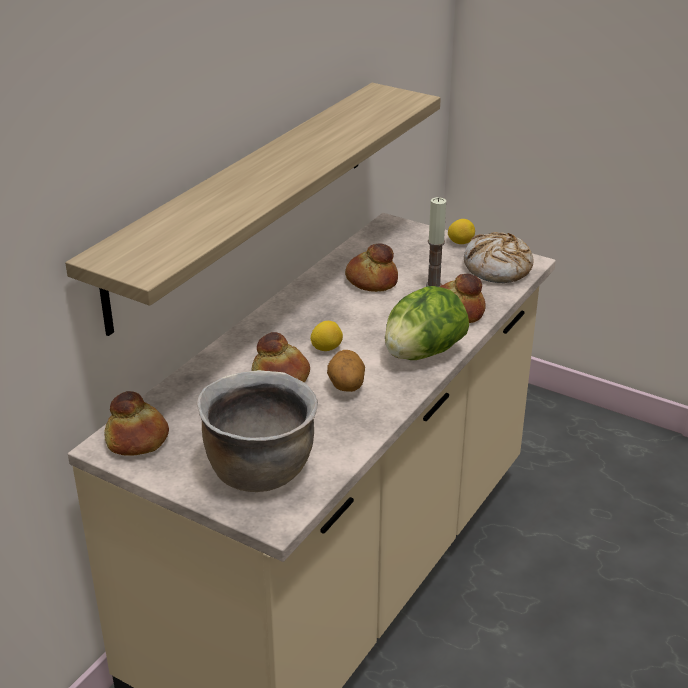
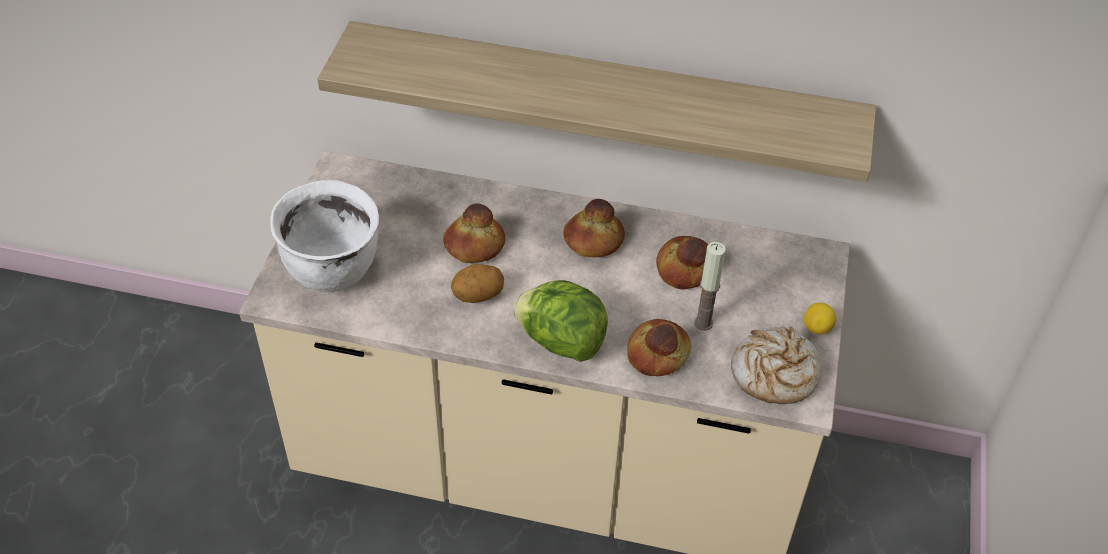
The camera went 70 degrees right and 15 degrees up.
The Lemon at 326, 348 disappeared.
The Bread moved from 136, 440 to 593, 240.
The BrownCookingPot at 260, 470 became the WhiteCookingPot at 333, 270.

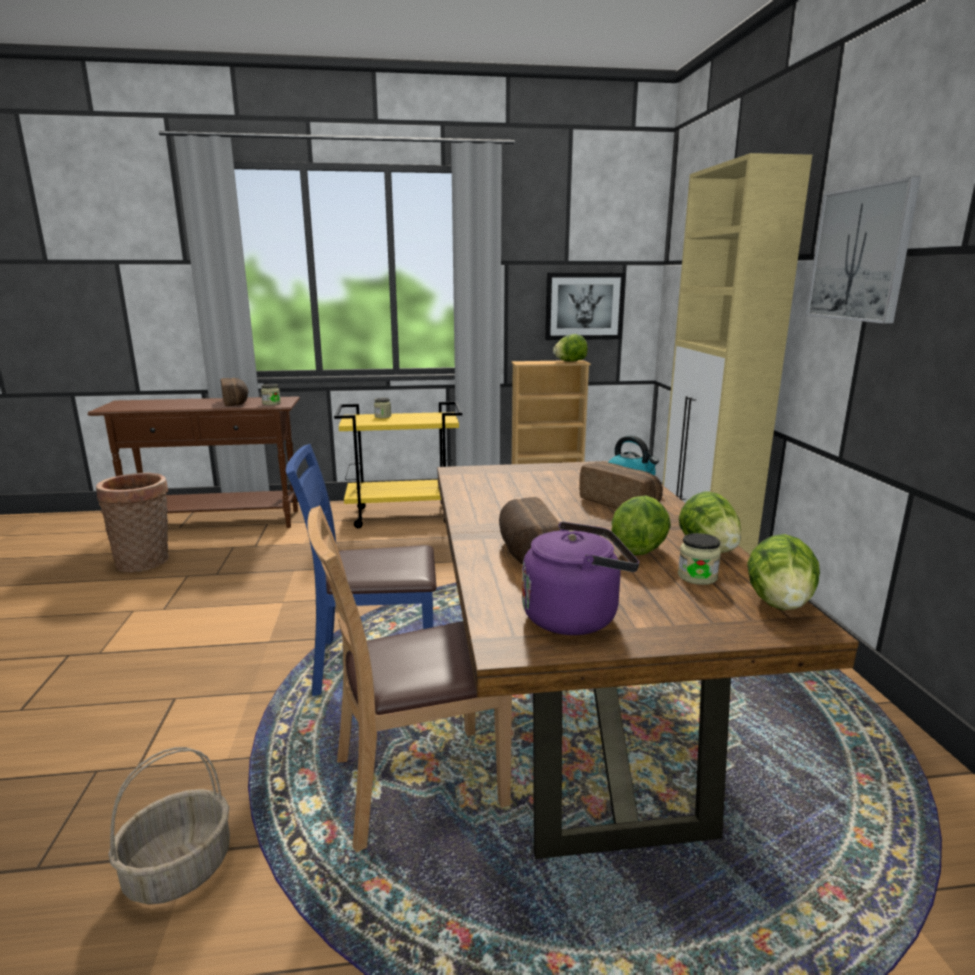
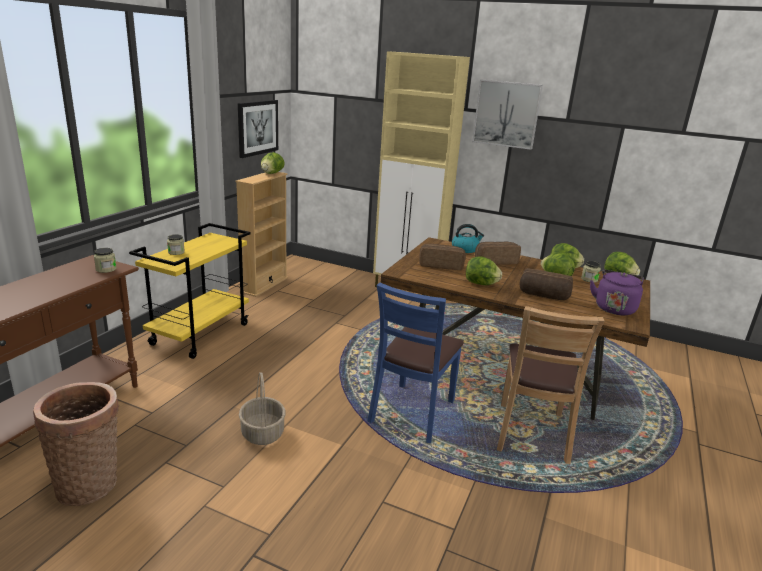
The camera went 60 degrees left and 5 degrees up.
The Lettuce at 481, 284 appeared.
The Basket moved from 179, 868 to 262, 433.
The Bread moved from 236, 402 to 441, 265.

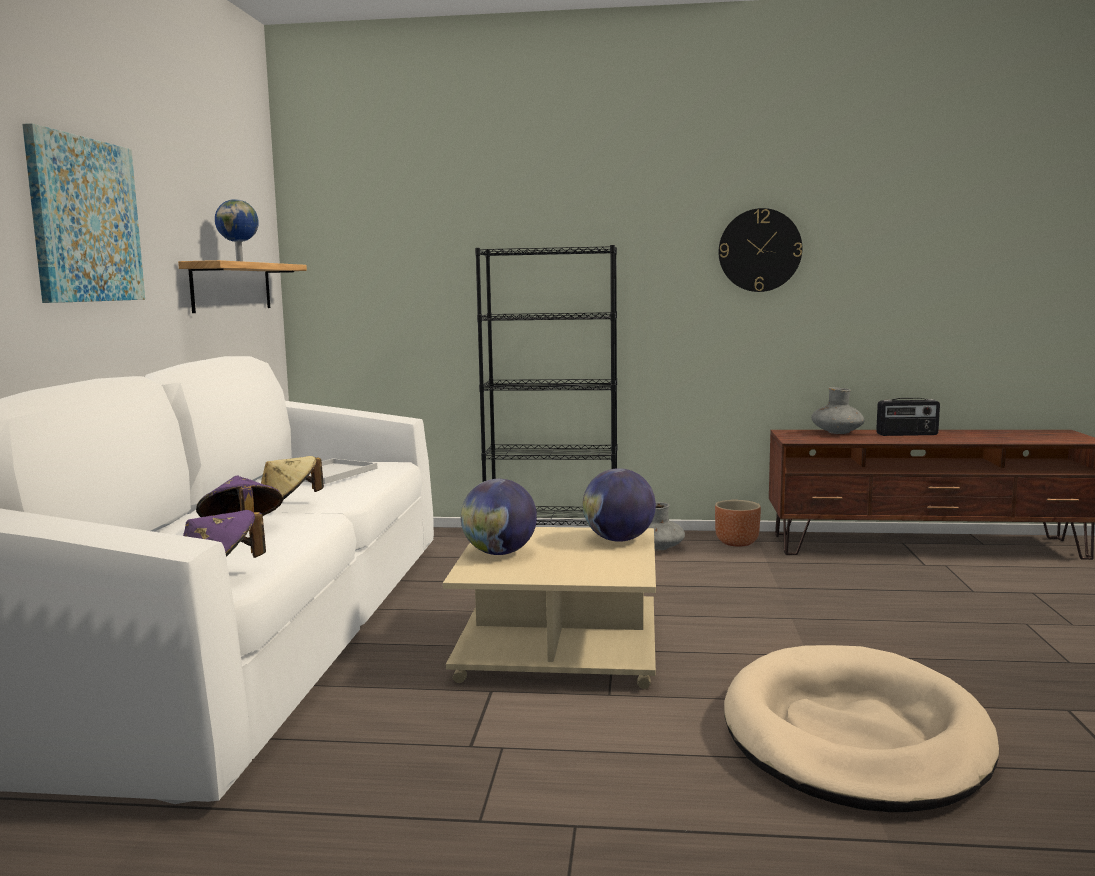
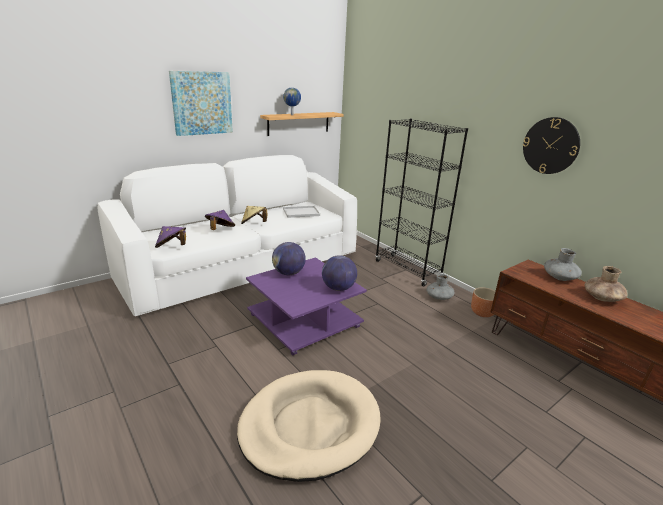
The camera went 45 degrees right and 15 degrees up.
The Radio at 907, 434 was replaced by the BrownVase at 602, 298.
The BeigeCoffeeTable at 557, 646 became the PurpleCoffeeTable at 304, 320.

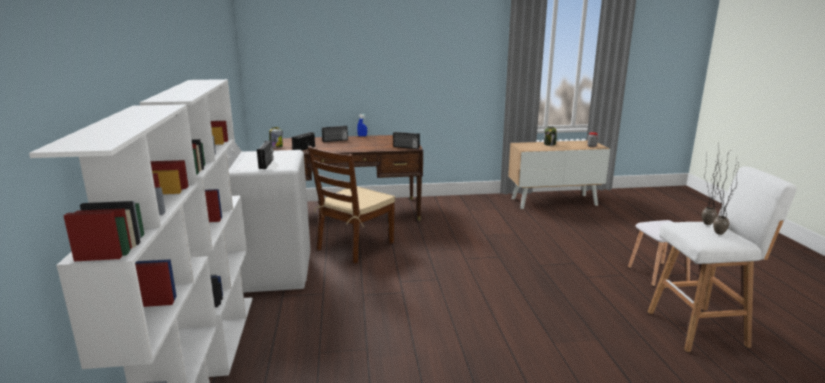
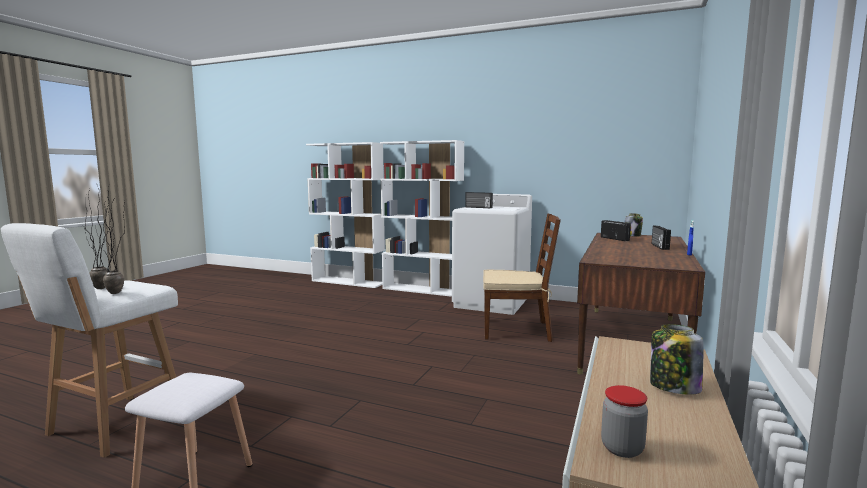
The camera went 120 degrees right and 10 degrees down.
The Radio at 406, 147 disappeared.
The BrownChair at 355, 246 turned 120 degrees clockwise.

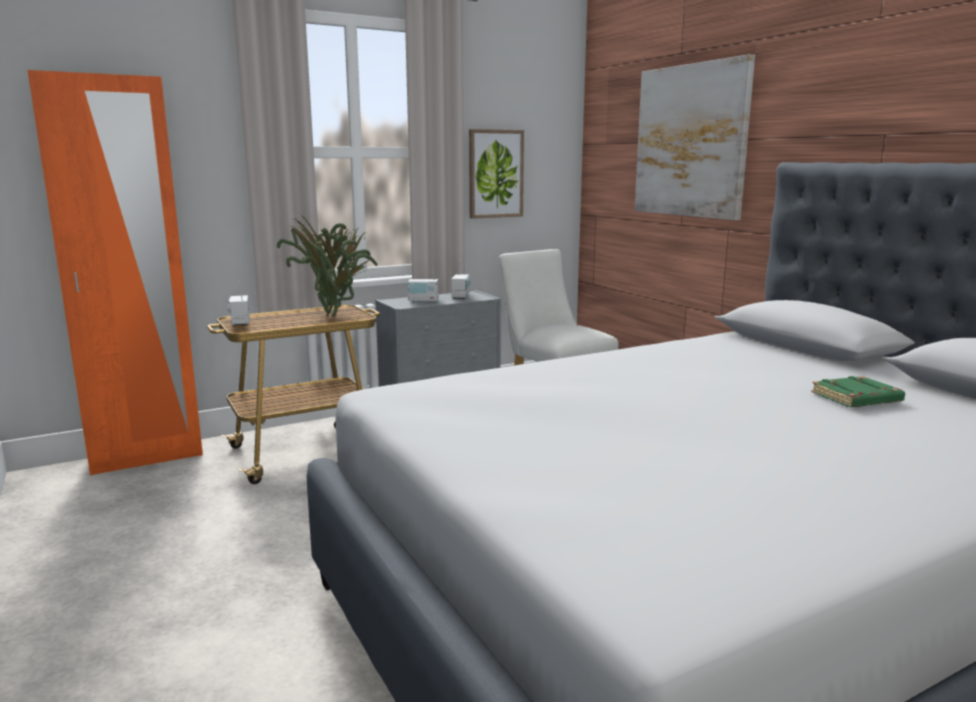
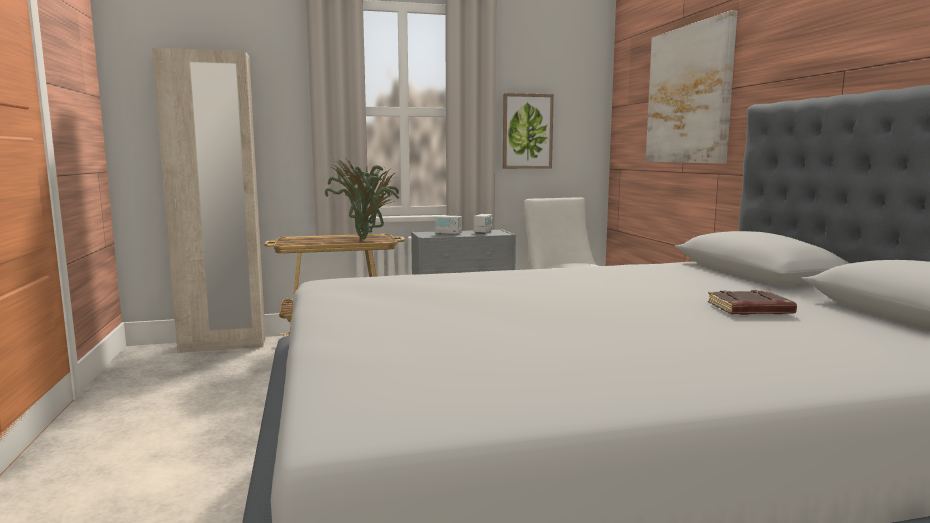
The camera went 15 degrees right and 5 degrees down.
The Radio at 240, 322 disappeared.
The OrangeWardrobe at 147, 458 became the BeigeWardrobe at 223, 345.
The GreenBook at 856, 399 became the BrownBook at 749, 310.

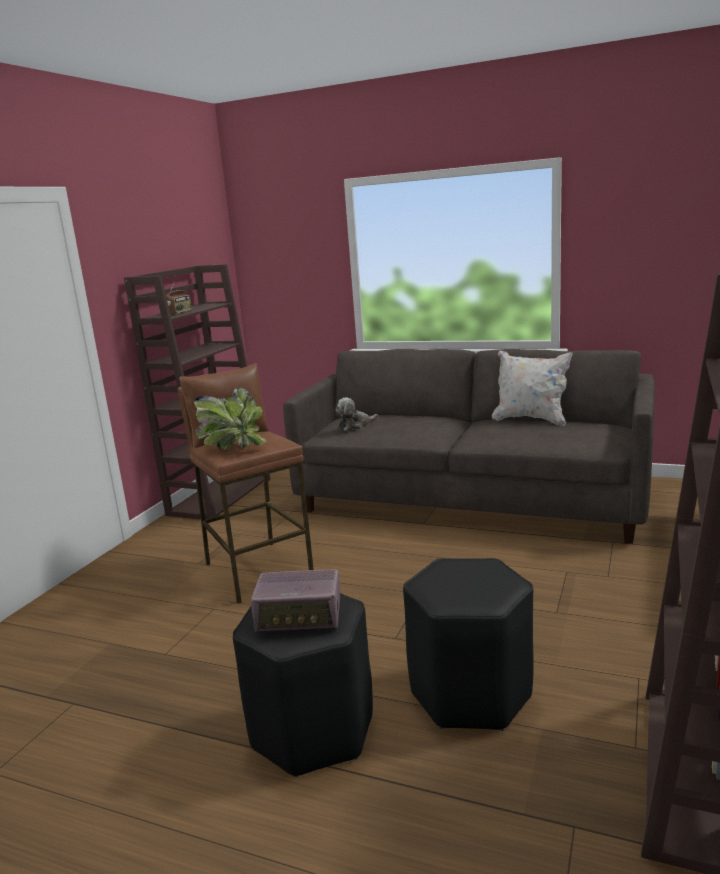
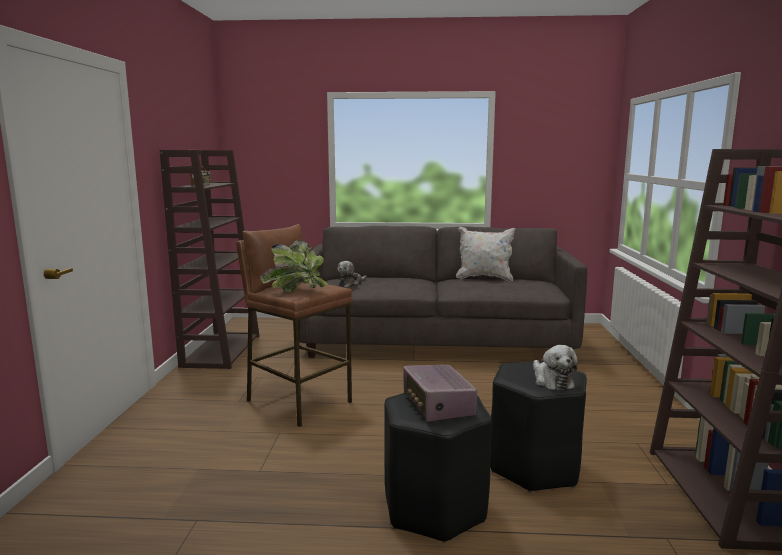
The camera went 20 degrees left and 5 degrees down.
The PlushToy at 551, 381 appeared.
The Radio at 300, 616 turned 90 degrees clockwise.

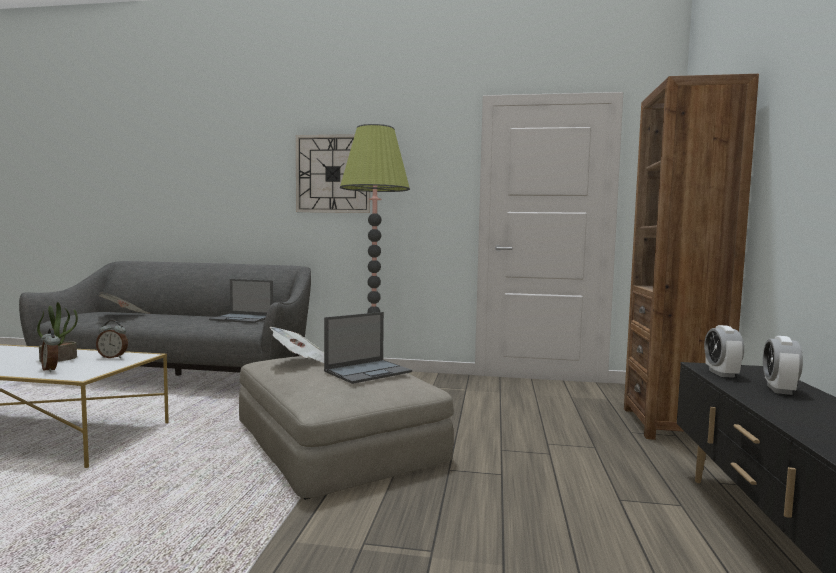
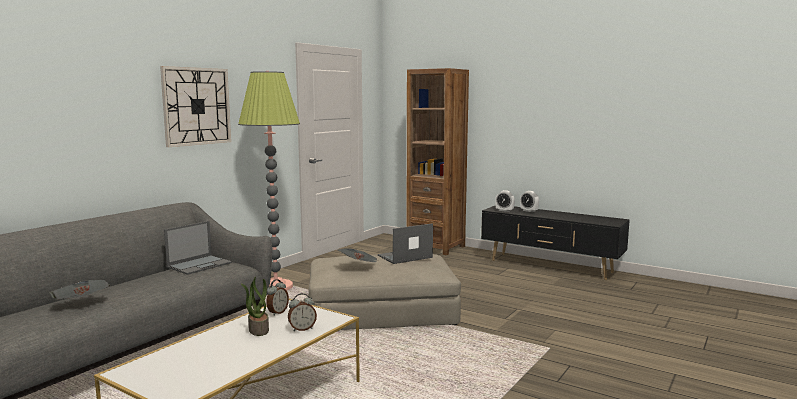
The camera went 65 degrees left and 5 degrees up.
The Laptop at 368, 371 turned 105 degrees counterclockwise.

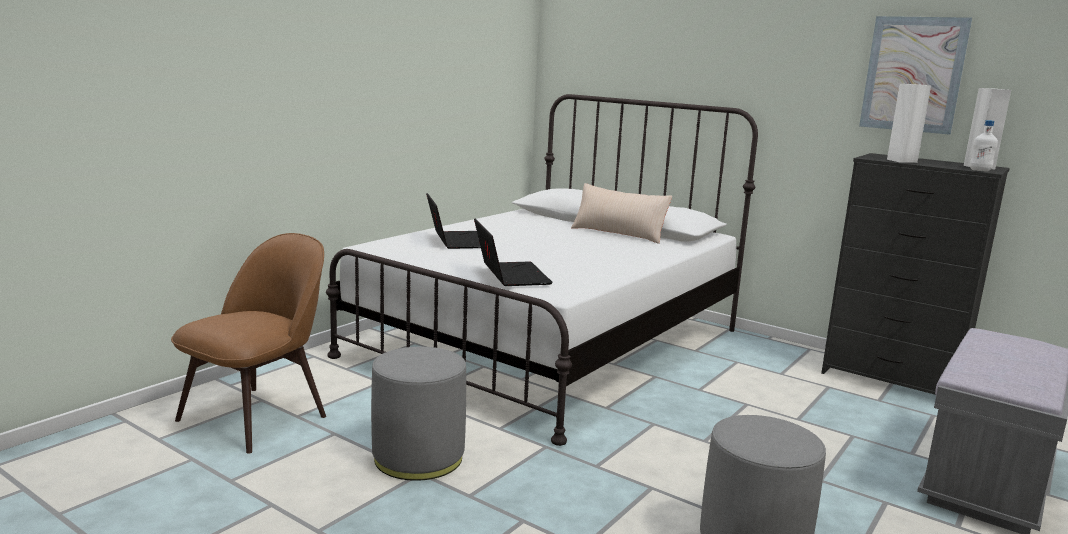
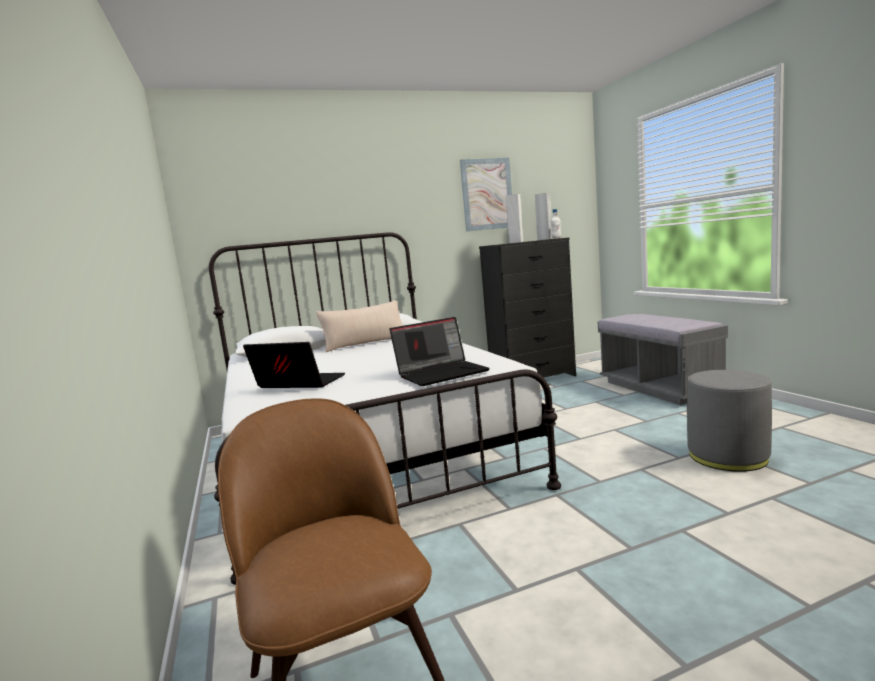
The camera went 55 degrees left and 5 degrees down.
The GreyOttoman at 418, 457 disappeared.
The Laptop at 509, 275 turned 135 degrees clockwise.

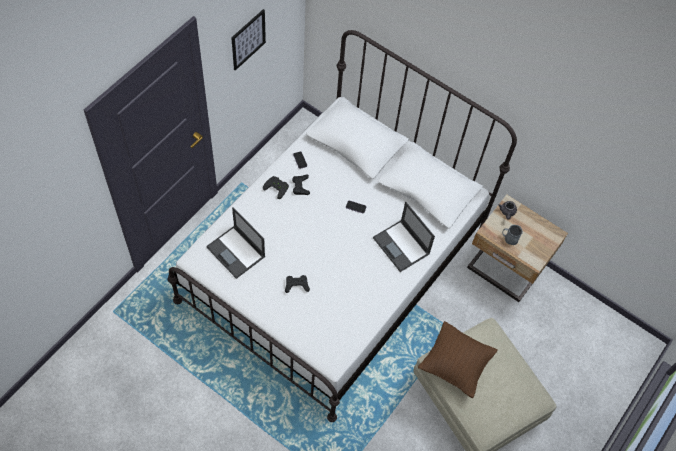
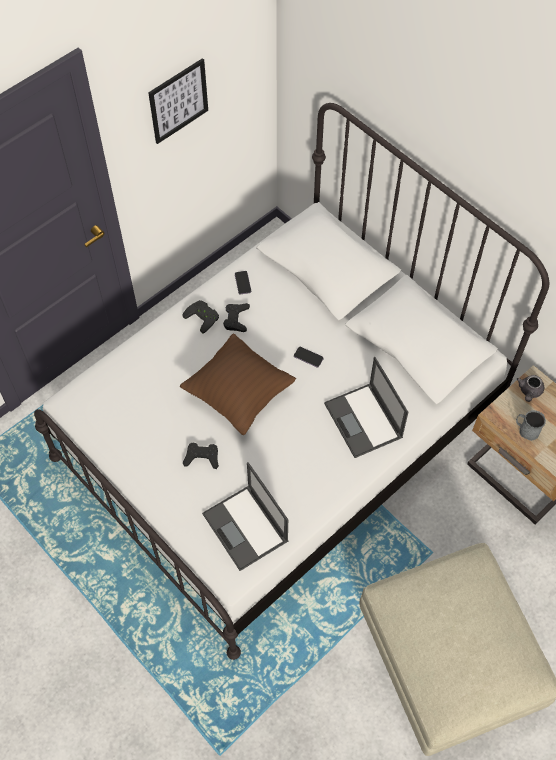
The camera went 15 degrees right and 0 degrees up.
The Laptop moved from 236, 252 to 246, 528.
The BrownPillow moved from 455, 365 to 239, 394.

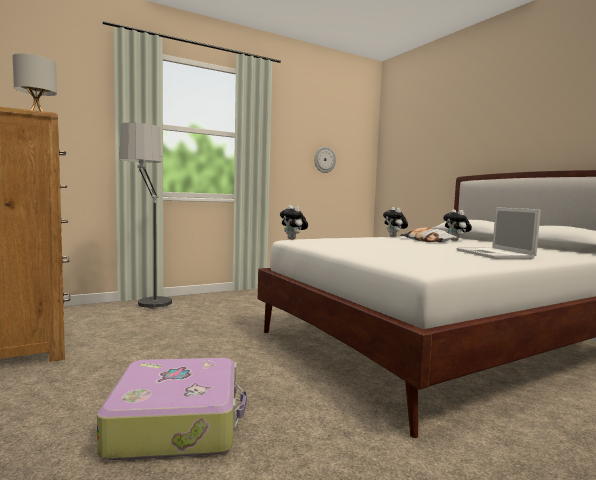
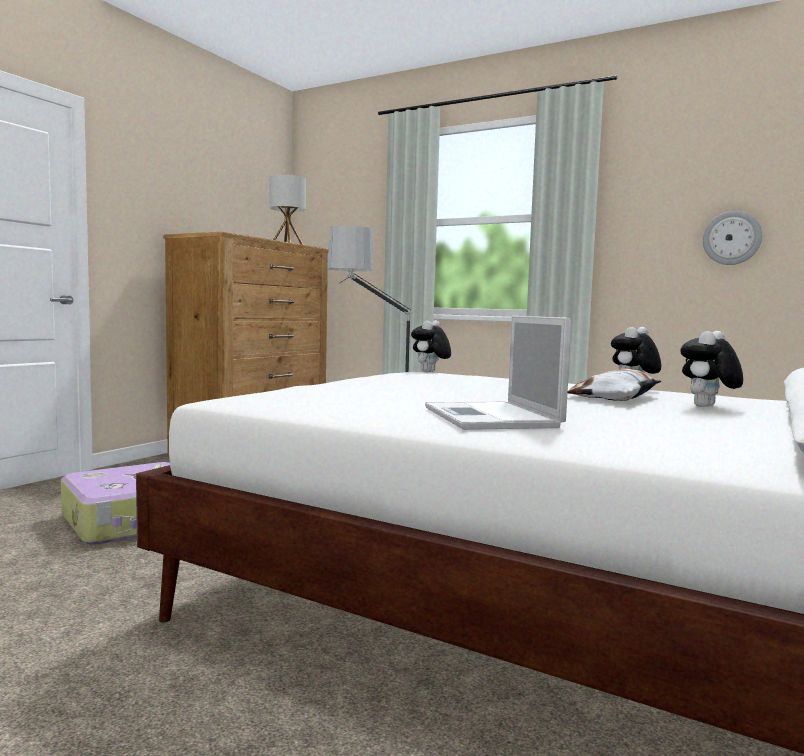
The camera went 60 degrees right and 0 degrees up.
The Laptop at 495, 254 turned 60 degrees counterclockwise.

